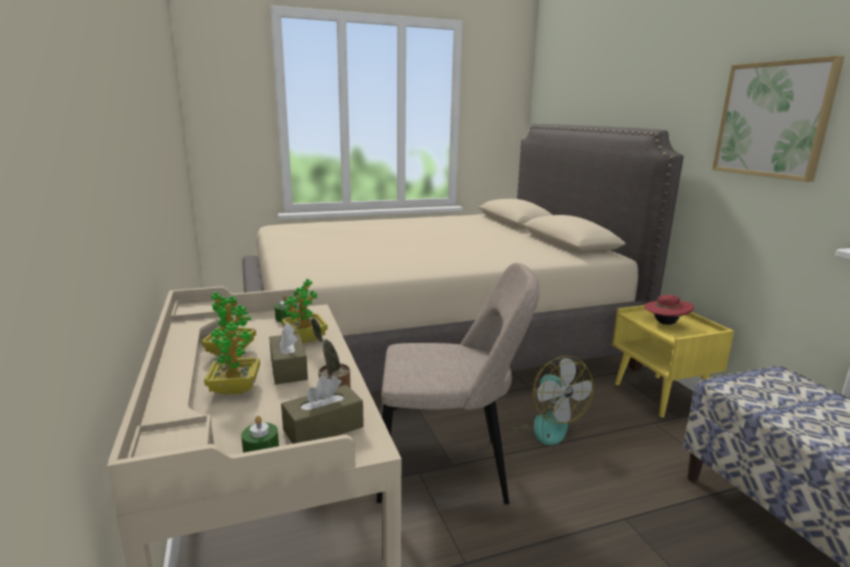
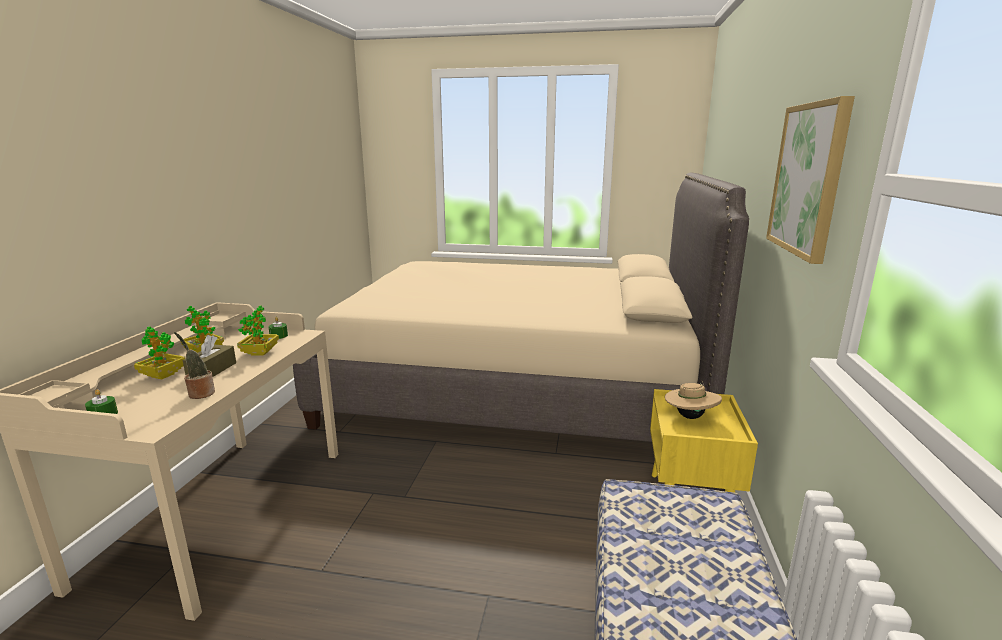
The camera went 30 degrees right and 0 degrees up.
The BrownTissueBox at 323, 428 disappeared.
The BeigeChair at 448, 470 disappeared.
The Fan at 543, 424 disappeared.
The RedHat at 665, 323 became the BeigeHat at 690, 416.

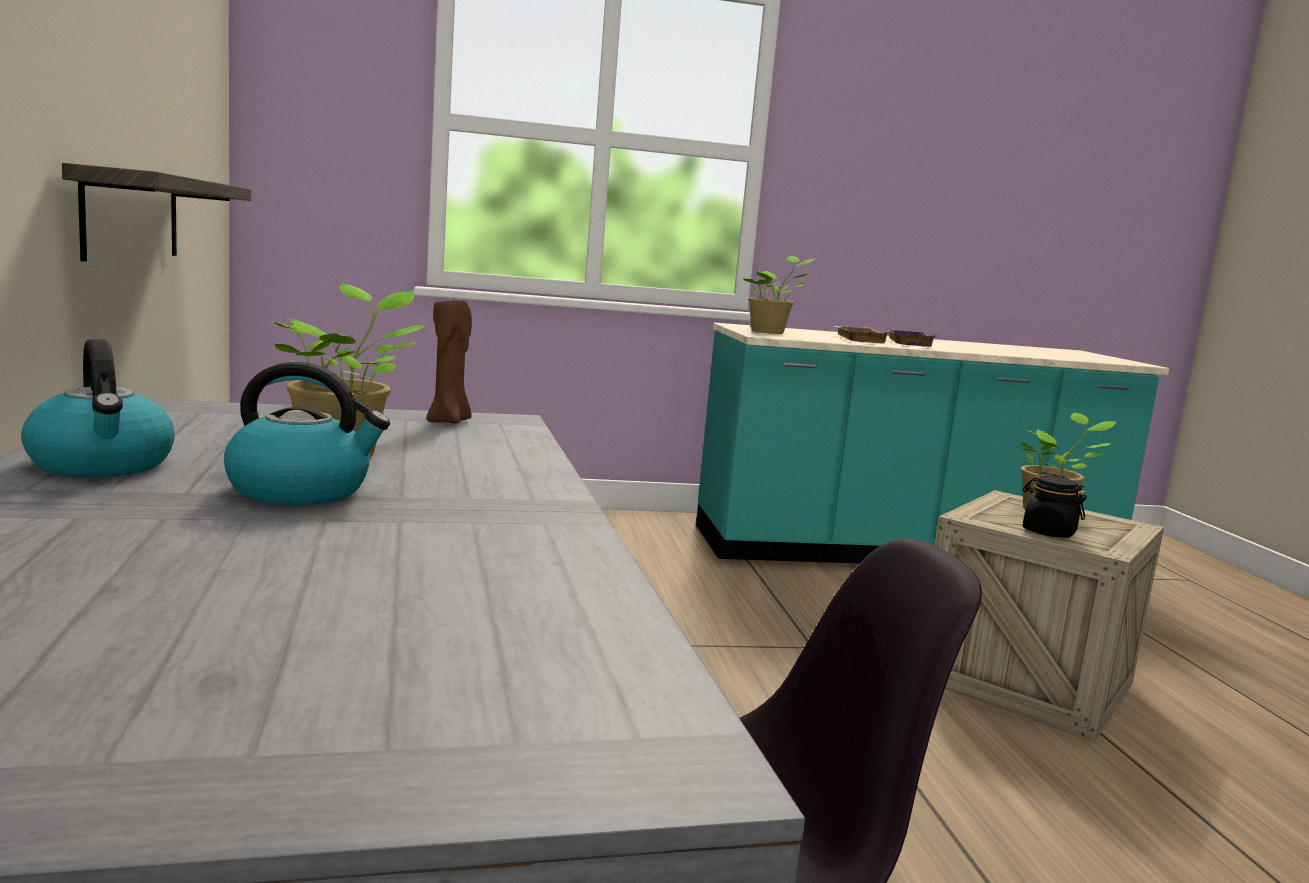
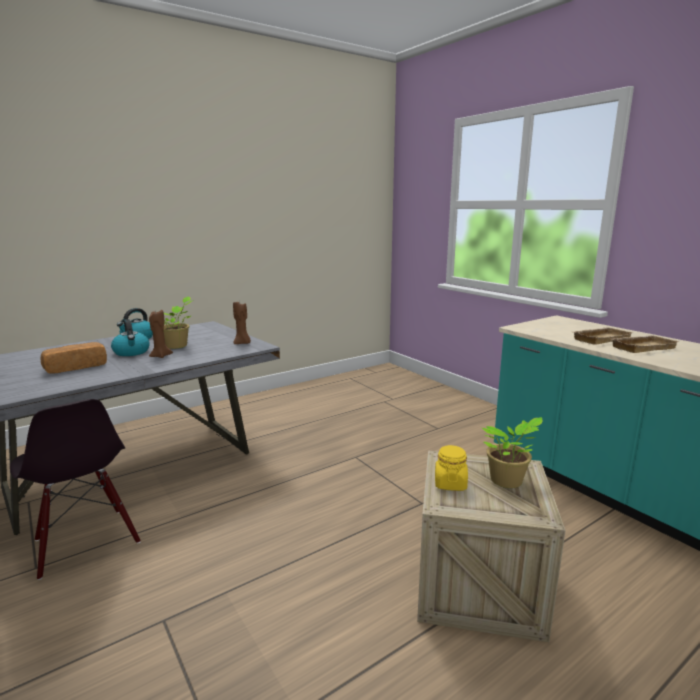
The camera went 65 degrees right and 5 degrees up.
The Shelf at 132, 216 disappeared.
The PottedPlant at 770, 332 disappeared.
The Bread at 76, 367 appeared.
The BrownCandle at 160, 356 appeared.
The PurpleTray at 906, 342 became the BeigeTray at 641, 347.
The BlackJar at 1048, 532 became the YellowJar at 450, 483.

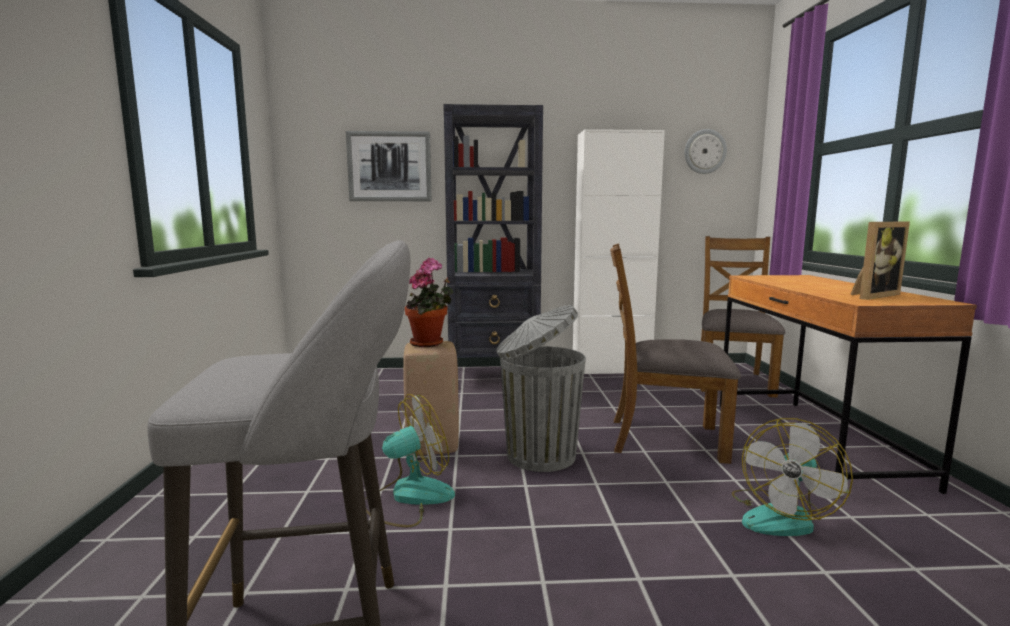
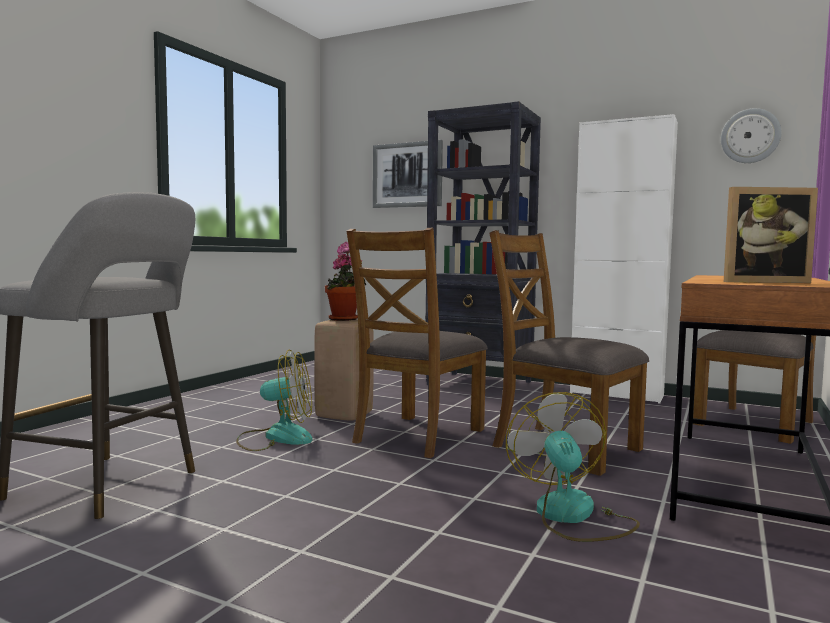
The camera went 30 degrees right and 5 degrees down.
The GreyTrashCan at 538, 456 was replaced by the BrownChair at 418, 435.
The Fan at 782, 516 turned 105 degrees clockwise.

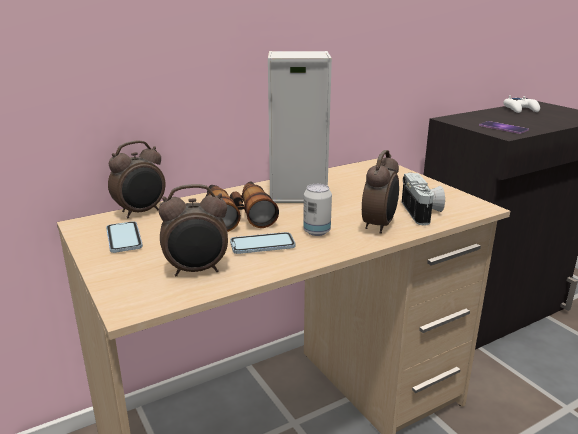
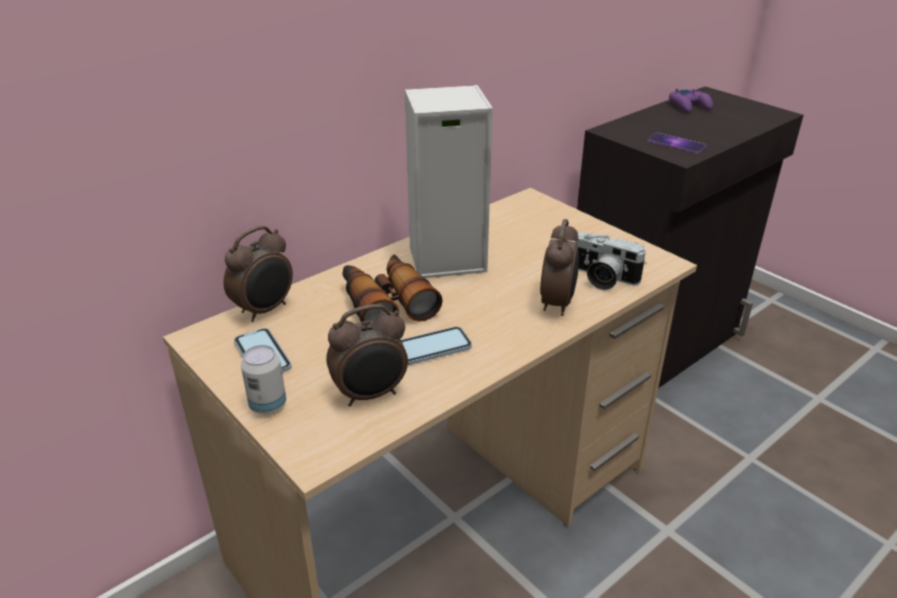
The camera went 10 degrees left and 10 degrees up.
The Can moved from 316, 231 to 268, 405.
The WhiteGameController at 520, 109 became the PurpleGameController at 689, 106.
The PhotoCamera at 423, 213 turned 135 degrees clockwise.

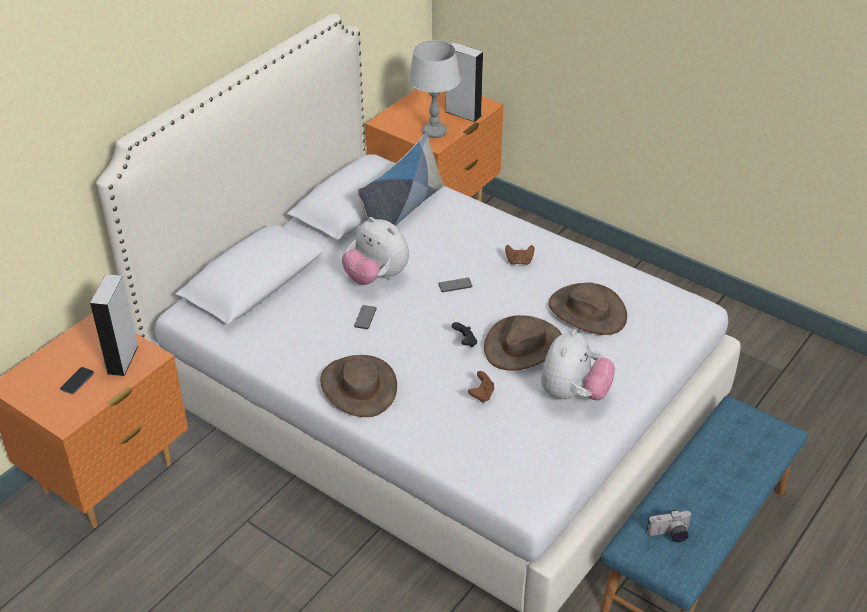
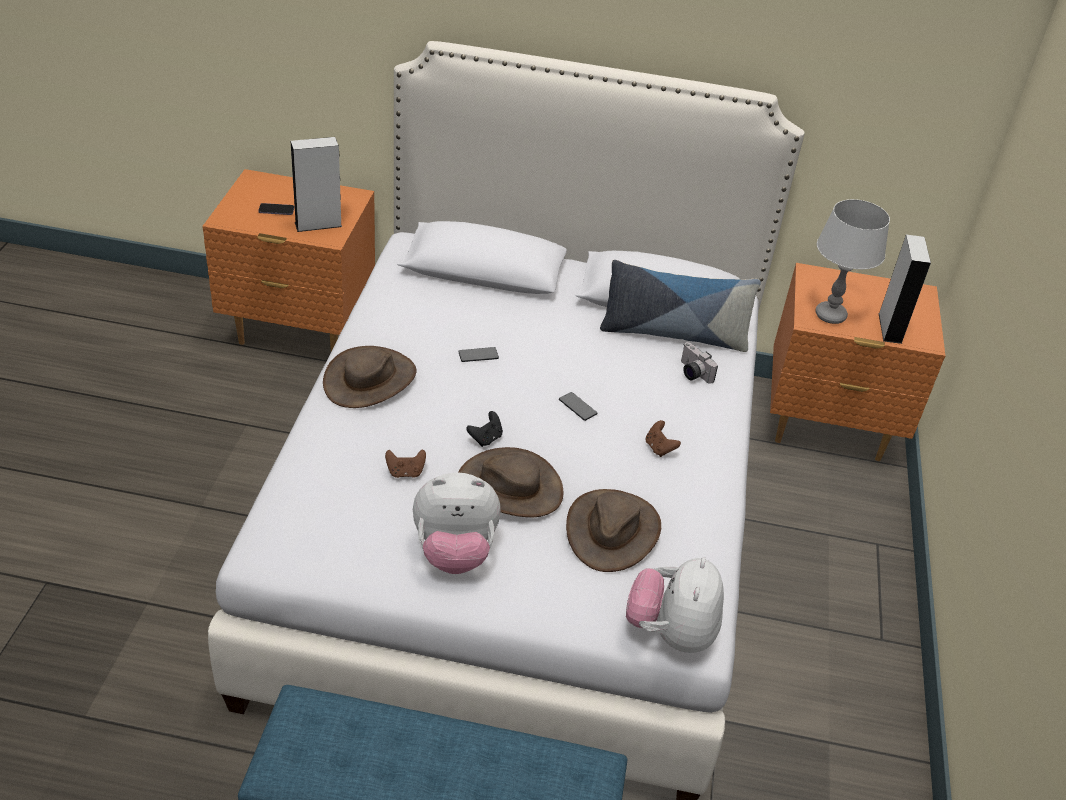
The camera went 60 degrees right and 0 degrees up.
The PlushToy moved from 376, 277 to 670, 633.
The PhotoCamera moved from 669, 535 to 692, 373.

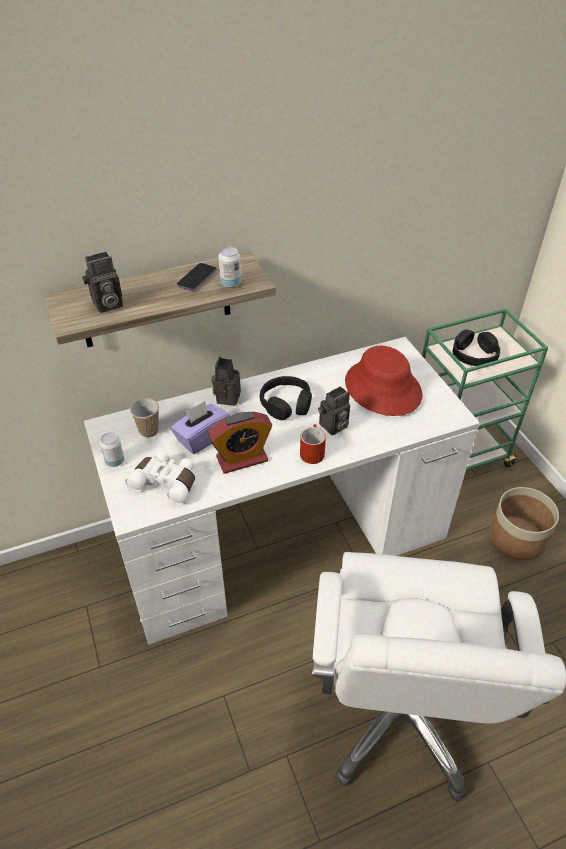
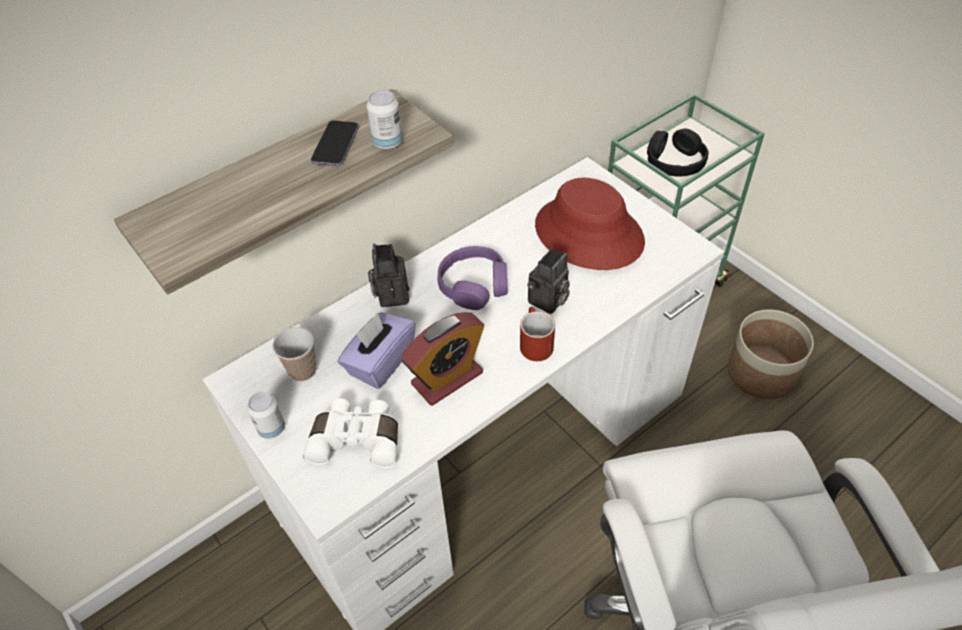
The camera went 15 degrees left and 5 degrees up.
The PhotoCamera at 106, 305 disappeared.
The BlackHeadphones at 286, 404 became the PurpleHeadphones at 474, 285.

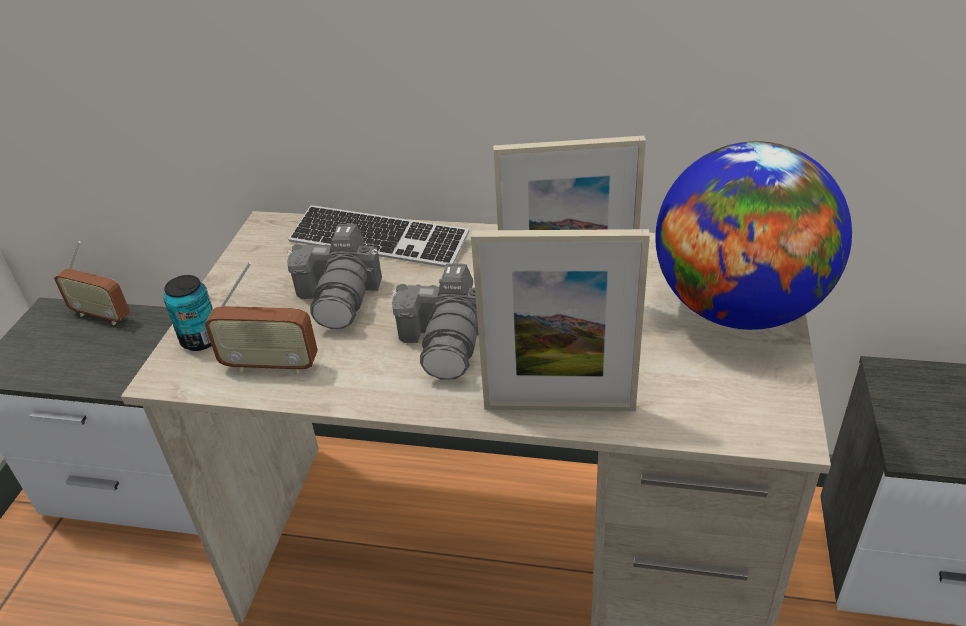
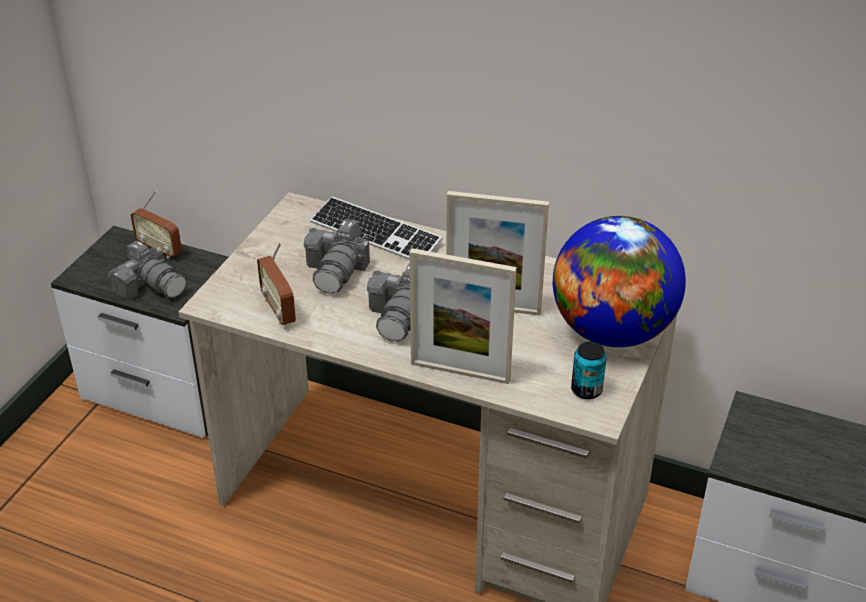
The camera went 10 degrees right and 0 degrees up.
The PhotoCamera at 151, 286 appeared.
The Can moved from 201, 339 to 586, 390.
The Radio at 271, 365 turned 45 degrees clockwise.

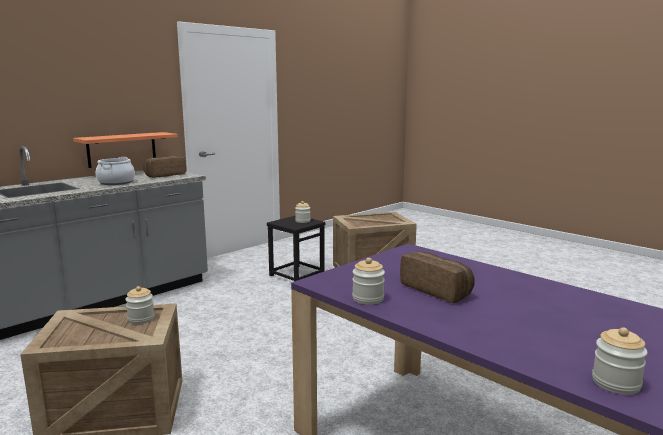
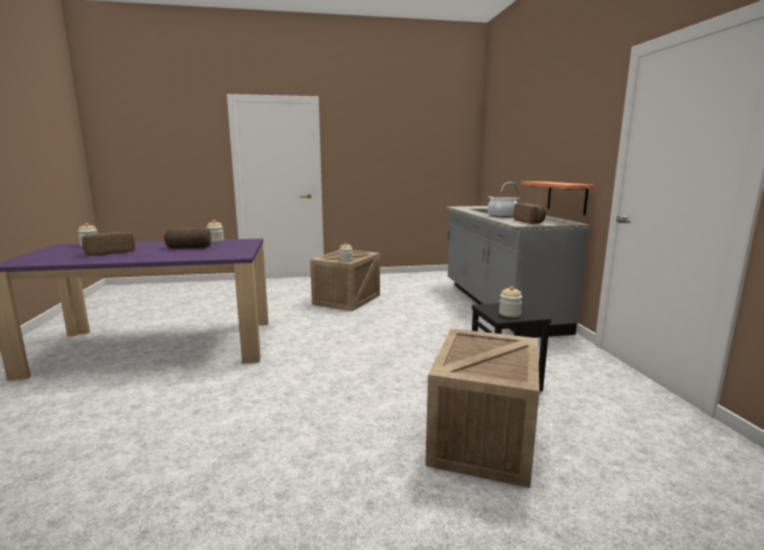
The camera went 125 degrees right and 0 degrees up.
The Bread at 110, 252 appeared.

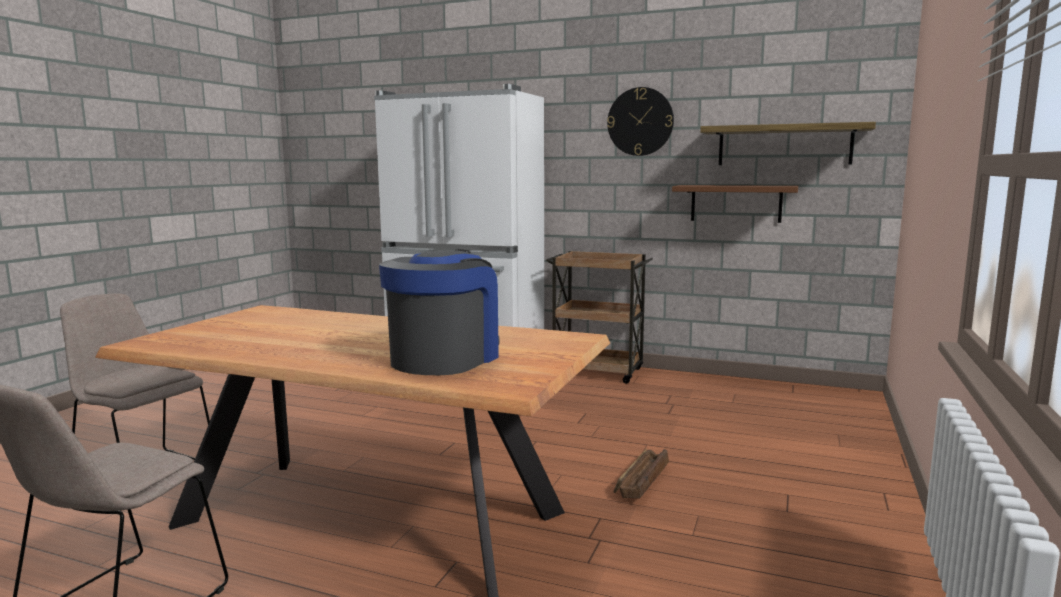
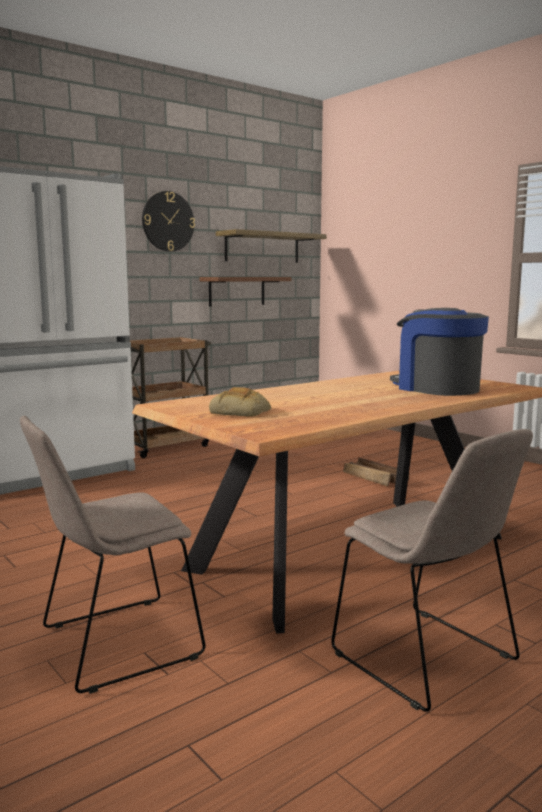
The camera went 60 degrees left and 0 degrees up.
The Bread at 242, 412 appeared.

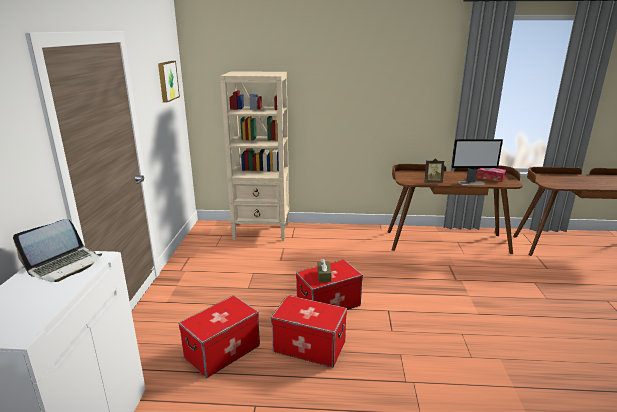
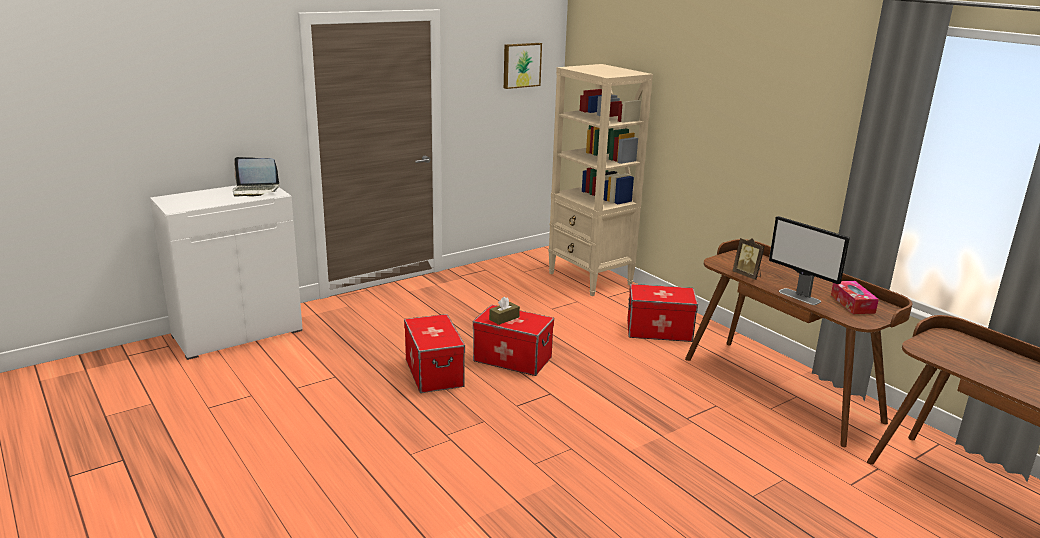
The camera went 50 degrees right and 0 degrees up.
The StorageBox moved from 222, 351 to 659, 330.

